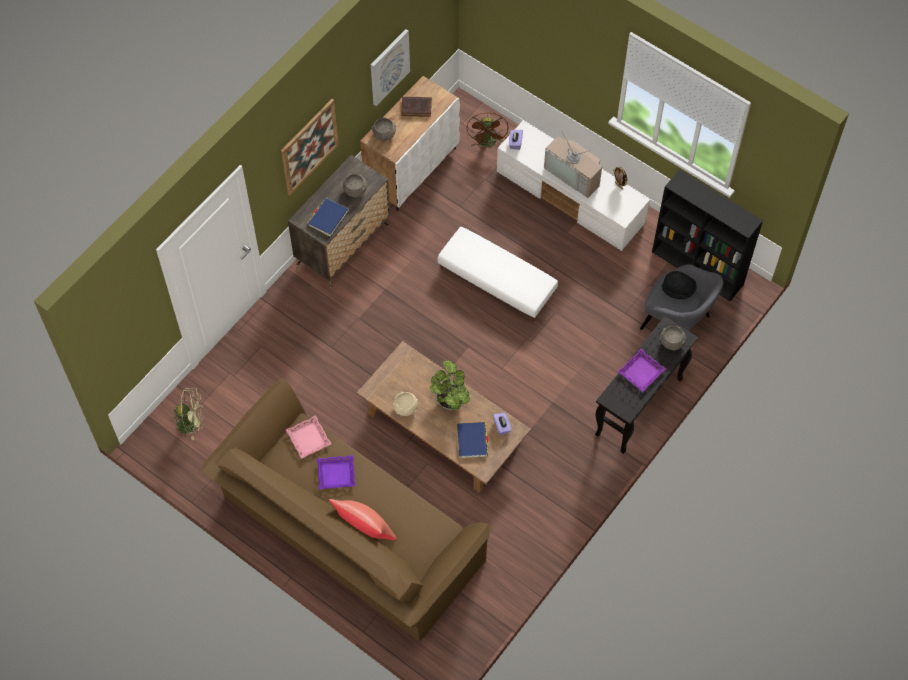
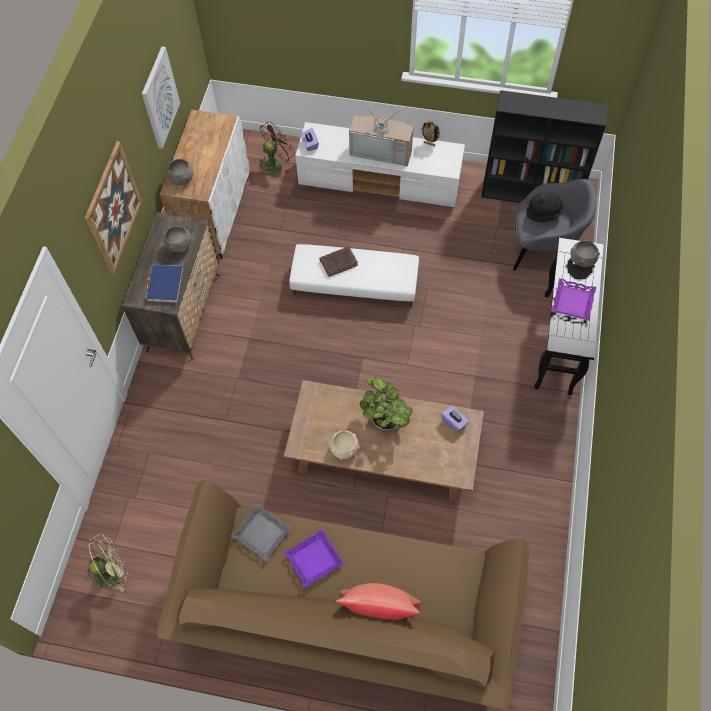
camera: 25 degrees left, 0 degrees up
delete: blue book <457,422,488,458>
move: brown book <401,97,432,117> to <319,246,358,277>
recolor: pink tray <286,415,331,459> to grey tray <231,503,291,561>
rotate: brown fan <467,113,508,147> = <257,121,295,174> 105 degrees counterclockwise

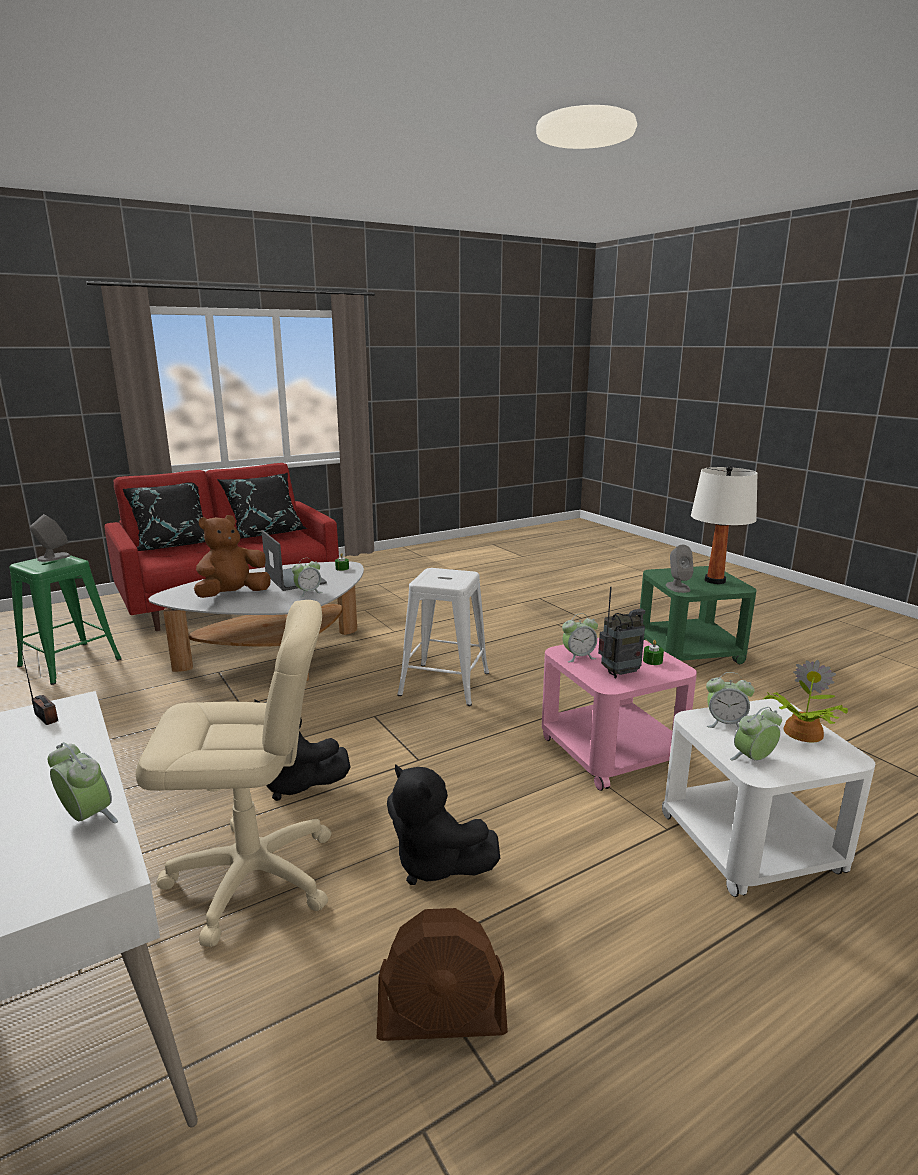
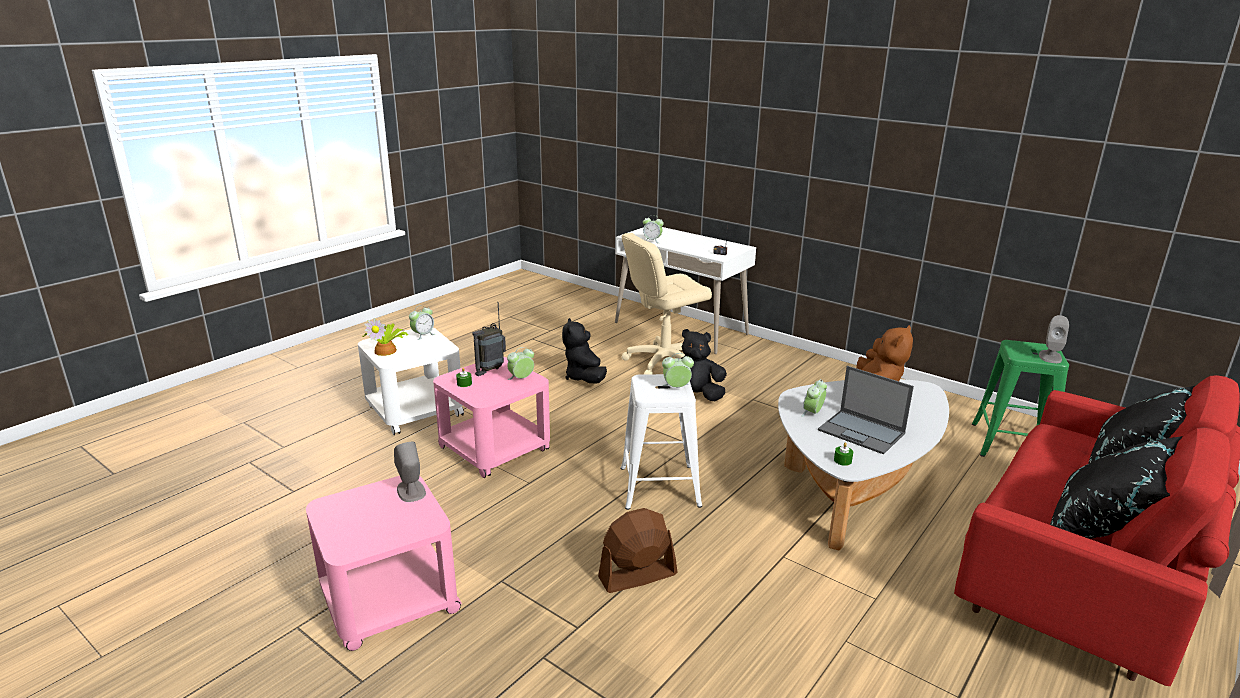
camera: 160 degrees right, 5 degrees up
delete: white table lamp <691,466,758,584>
move: brown fan <377,908,508,1041> to <598,508,678,593>; alarm clock <706,672,755,728> to <662,353,694,388>
recolor: green side table <640,566,757,664> to pink side table <306,476,462,651>
rotate: black plush toy <387,764,500,885> = <562,318,607,383> 120 degrees counterclockwise

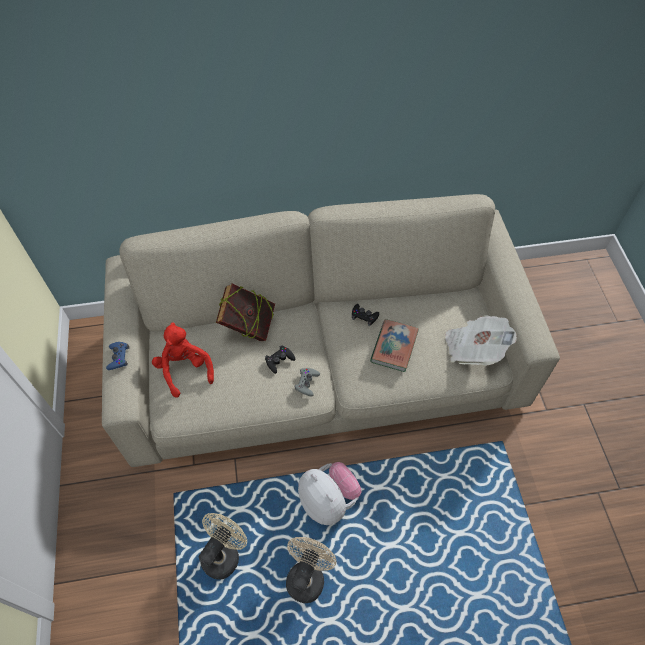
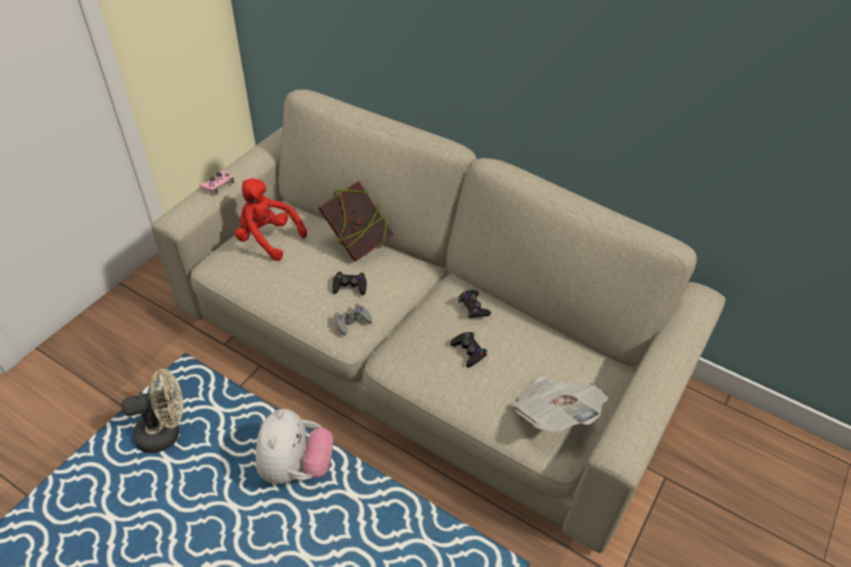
camera: 40 degrees right, 10 degrees down
delete: beige fan <286,537,337,603>
replace: book <370,319,419,372> to black game controller <450,332,488,368>
recolor: blue game controller <106,342,129,370> to pink game controller <199,170,234,194>
rotate: red plush toy <152,322,214,398> = <235,178,307,261> 75 degrees counterclockwise

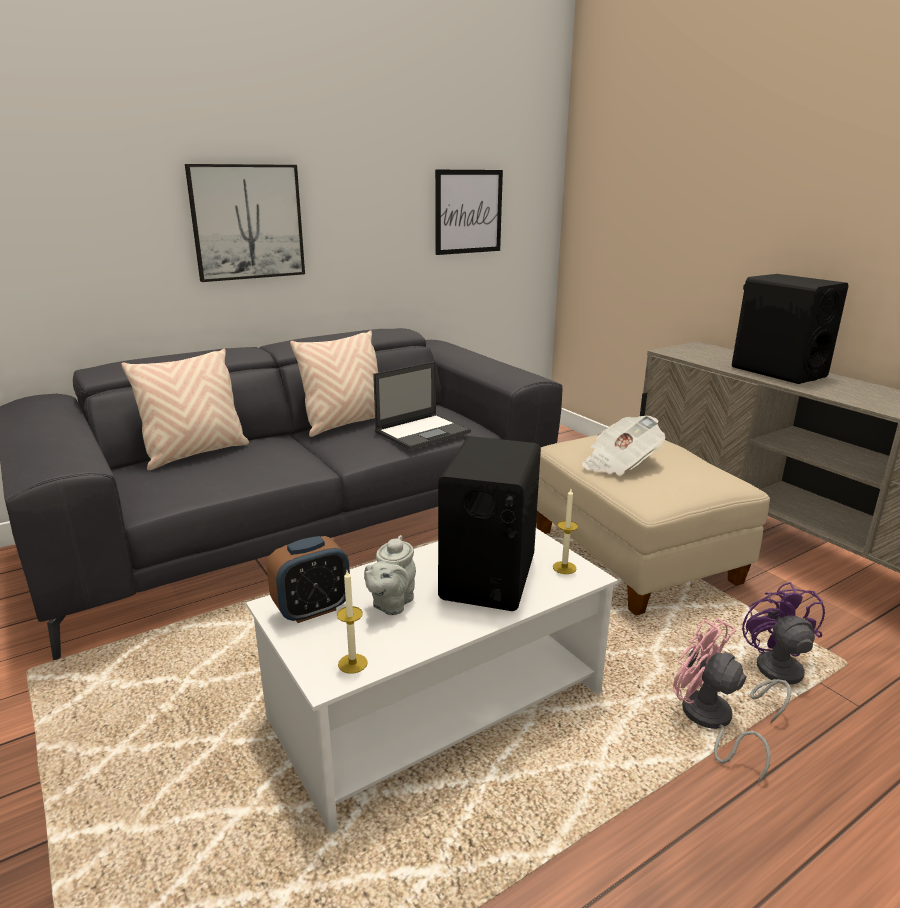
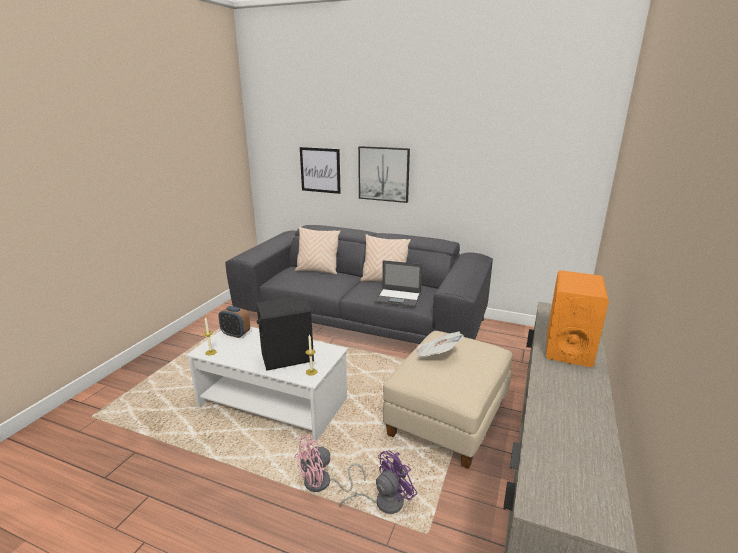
camera: 55 degrees right, 0 degrees up
delete: grey teapot <364,535,416,615>
move: picture <435,170,503,255> to <300,147,341,194>
recolor: black speaker <732,274,848,384> to orange speaker <546,270,609,367>
rotate: pink fan <673,618,771,783> = <294,435,366,492> 135 degrees counterclockwise

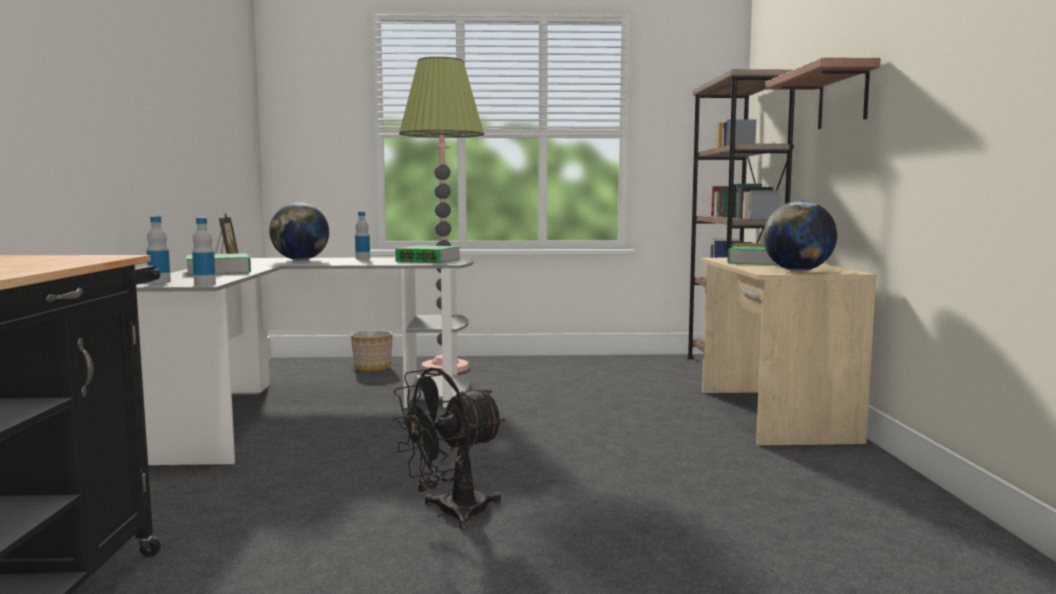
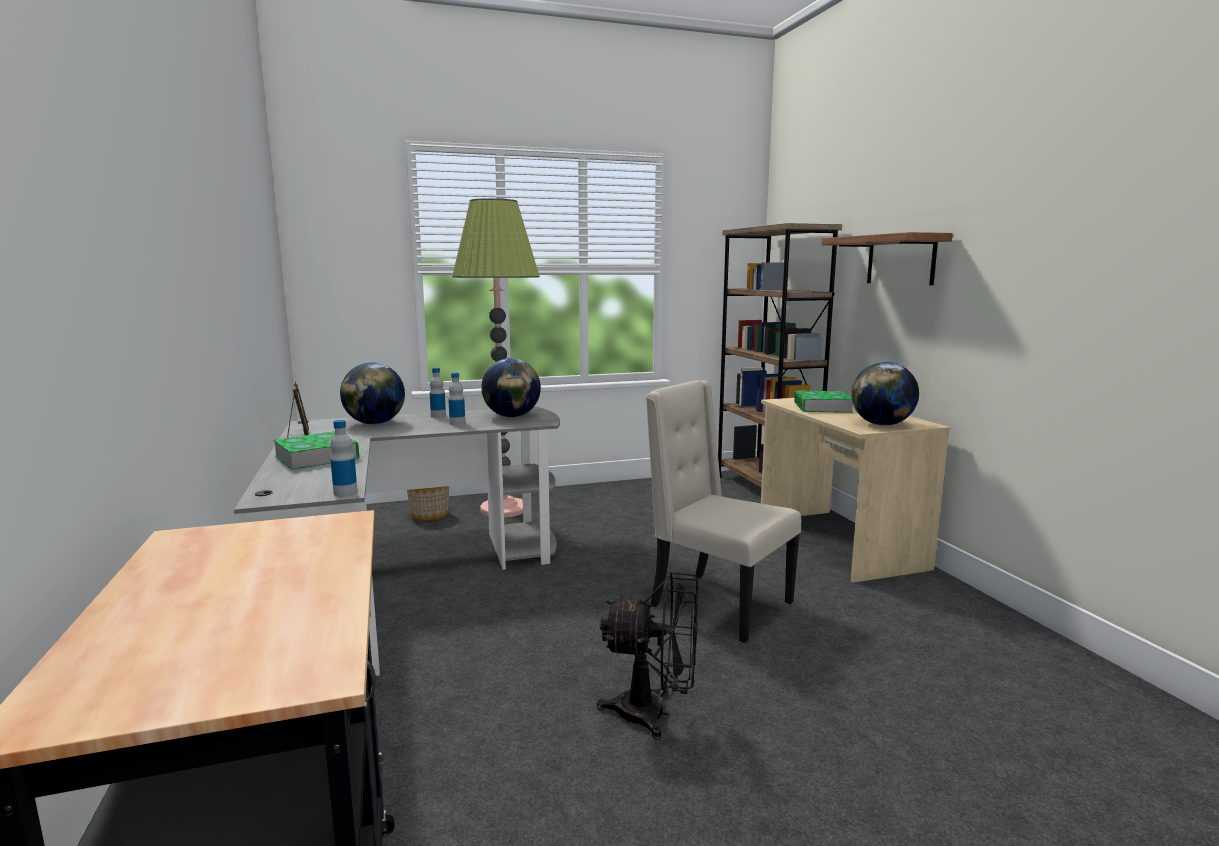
camera: 15 degrees left, 5 degrees up
insert: beige chair <646,380,801,643>
move: bottle <147,216,171,284> to <448,372,465,425>
replace: book <395,245,460,263> to globe <481,358,541,417>
rotate: black fan <391,367,505,530> = <597,571,699,740> 120 degrees counterclockwise

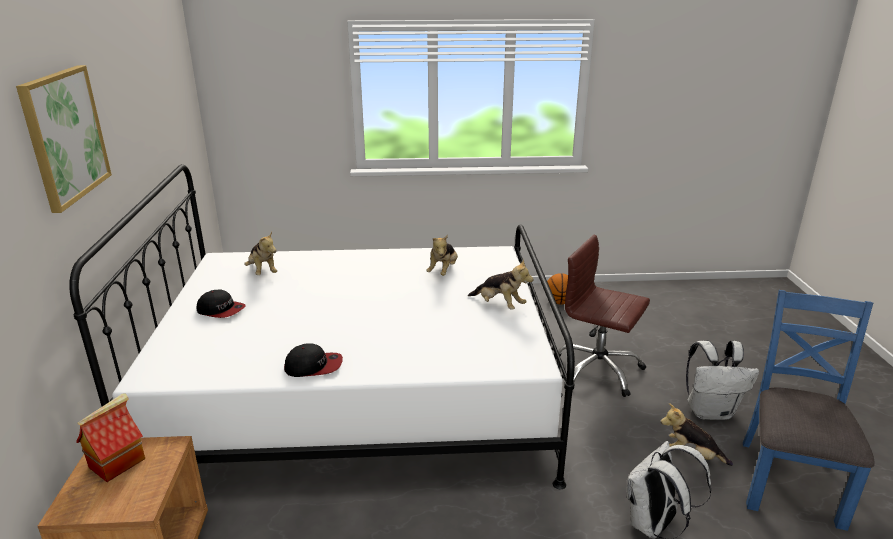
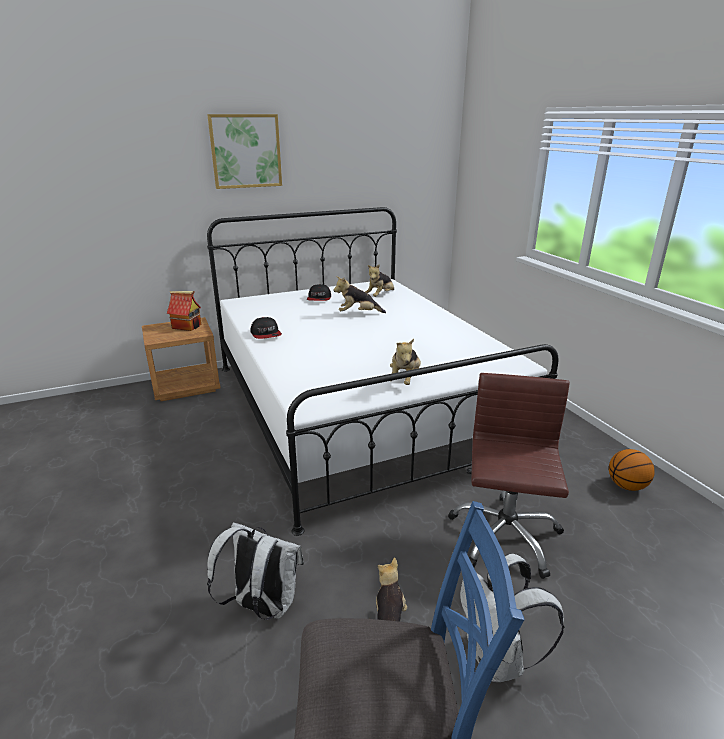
camera: 70 degrees right, 0 degrees up
move: plush toy <426,235,458,276> to <334,276,386,313>

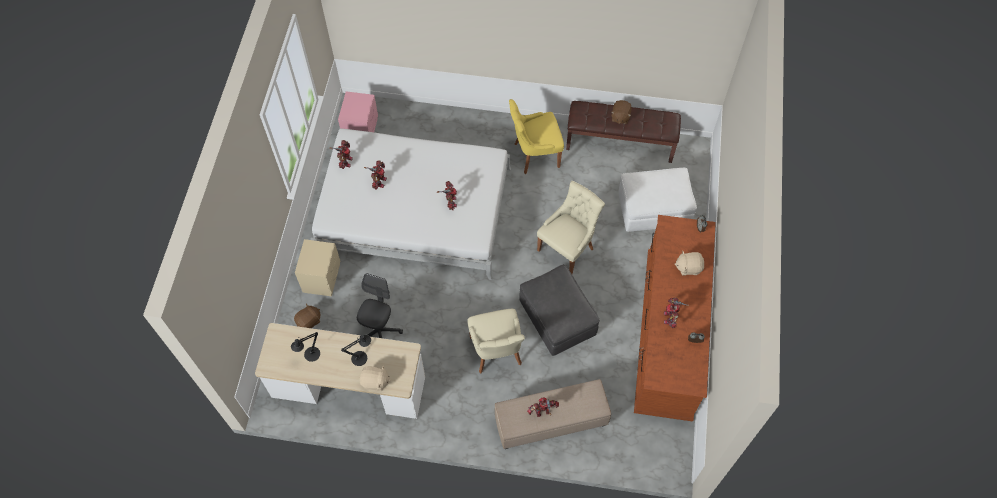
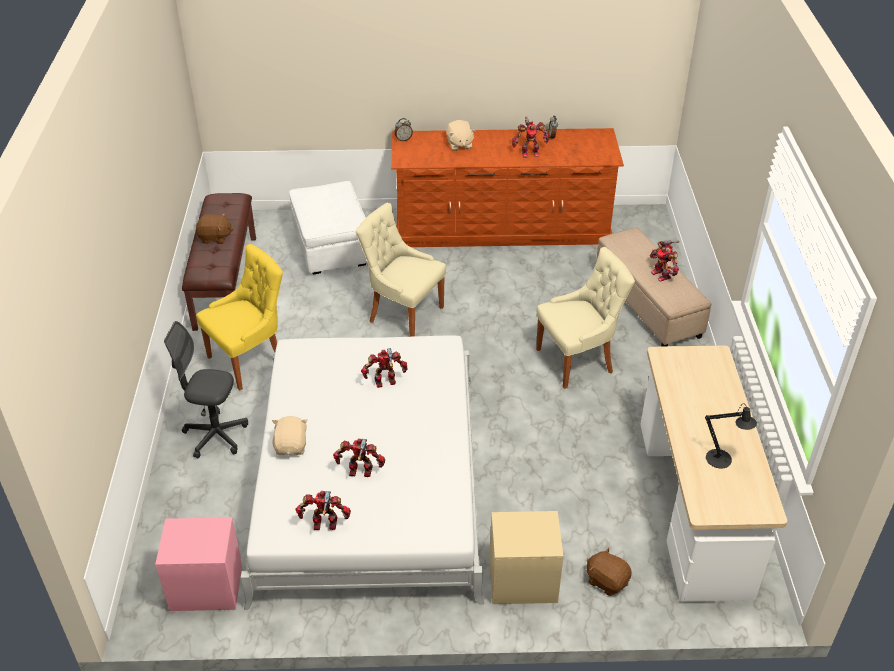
camera: 100 degrees left, 20 degrees down
delete: black table lamp <341,335,371,366>; grey ottoman <519,264,600,356>
move: grey office chair <357,273,403,338> to <164,321,248,459>; beige plush toy <360,366,391,391> to <272,416,308,455>
rotate: yellow chair <509,99,564,174> = <196,244,283,391> 105 degrees counterclockwise

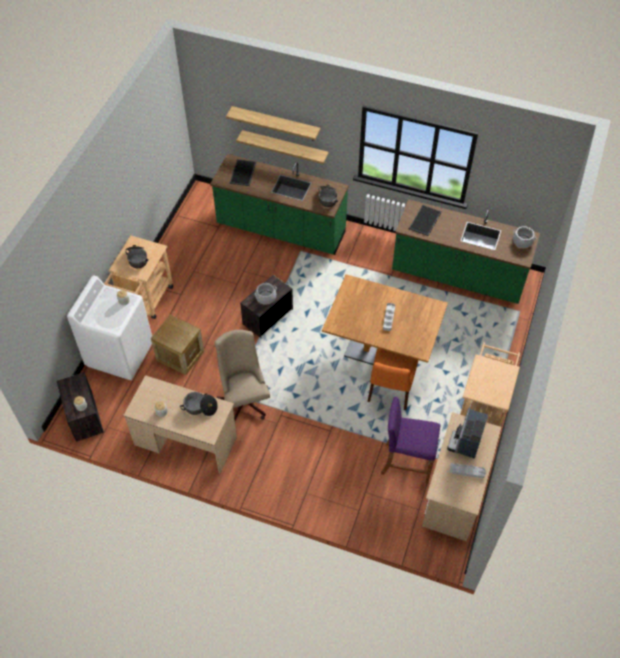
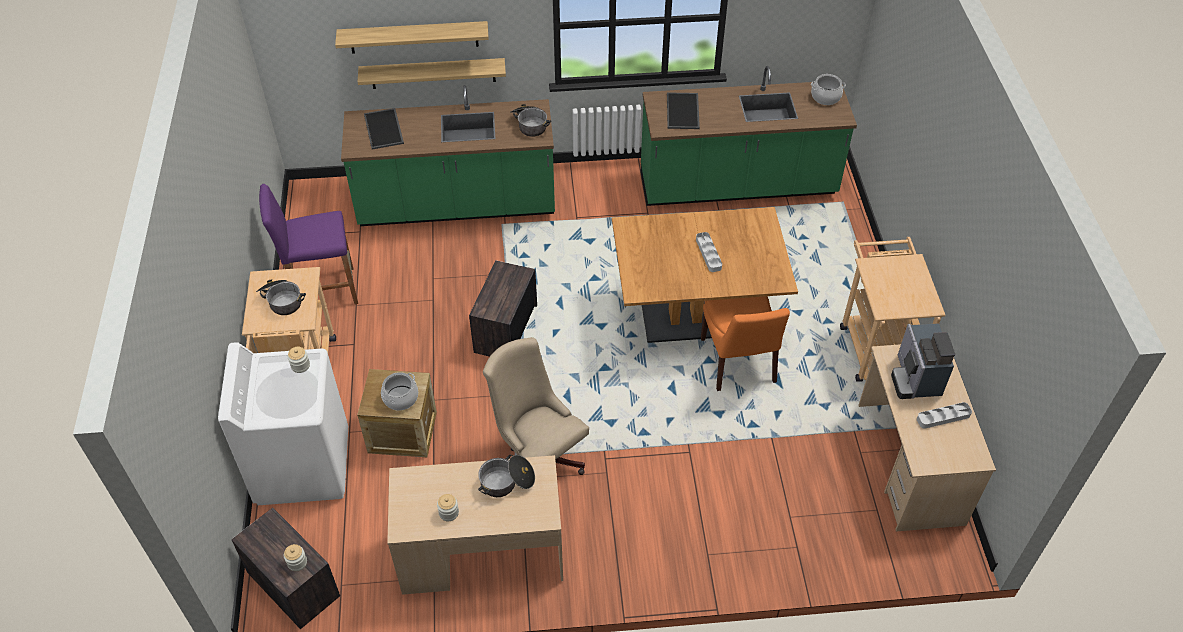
camera: 25 degrees left, 5 degrees down
move: cooking pot <254,283,277,305> to <381,372,418,411>; purple stool <381,397,440,484> to <259,184,358,304>

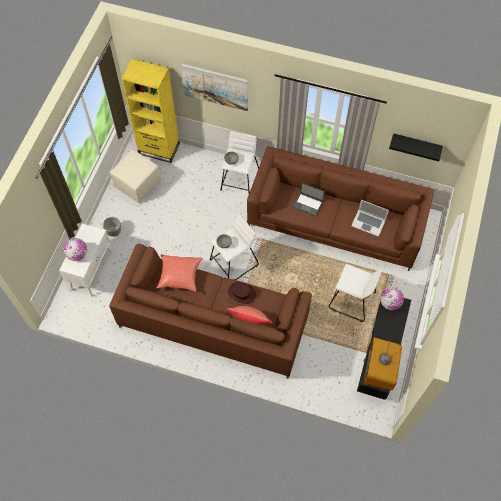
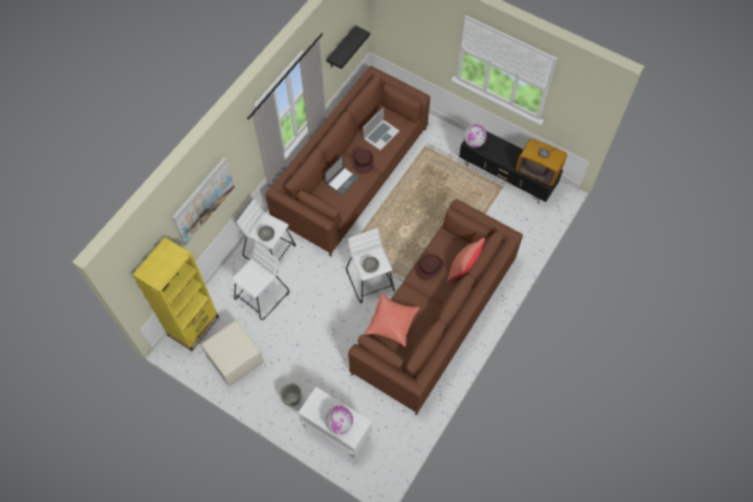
camera: 75 degrees left, 0 degrees up
insert: brown hat <352,149,374,174>
move: white stool <329,264,382,322> to <231,243,289,320>

